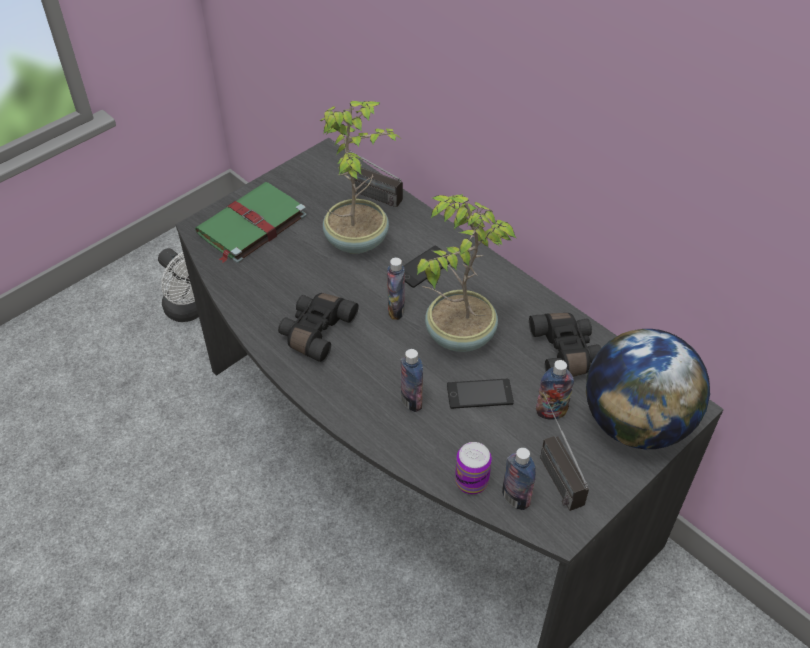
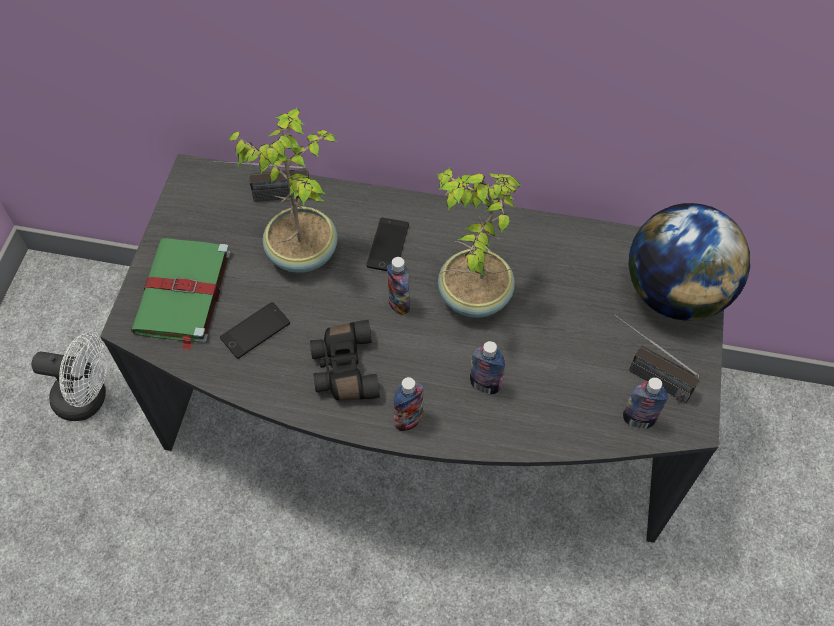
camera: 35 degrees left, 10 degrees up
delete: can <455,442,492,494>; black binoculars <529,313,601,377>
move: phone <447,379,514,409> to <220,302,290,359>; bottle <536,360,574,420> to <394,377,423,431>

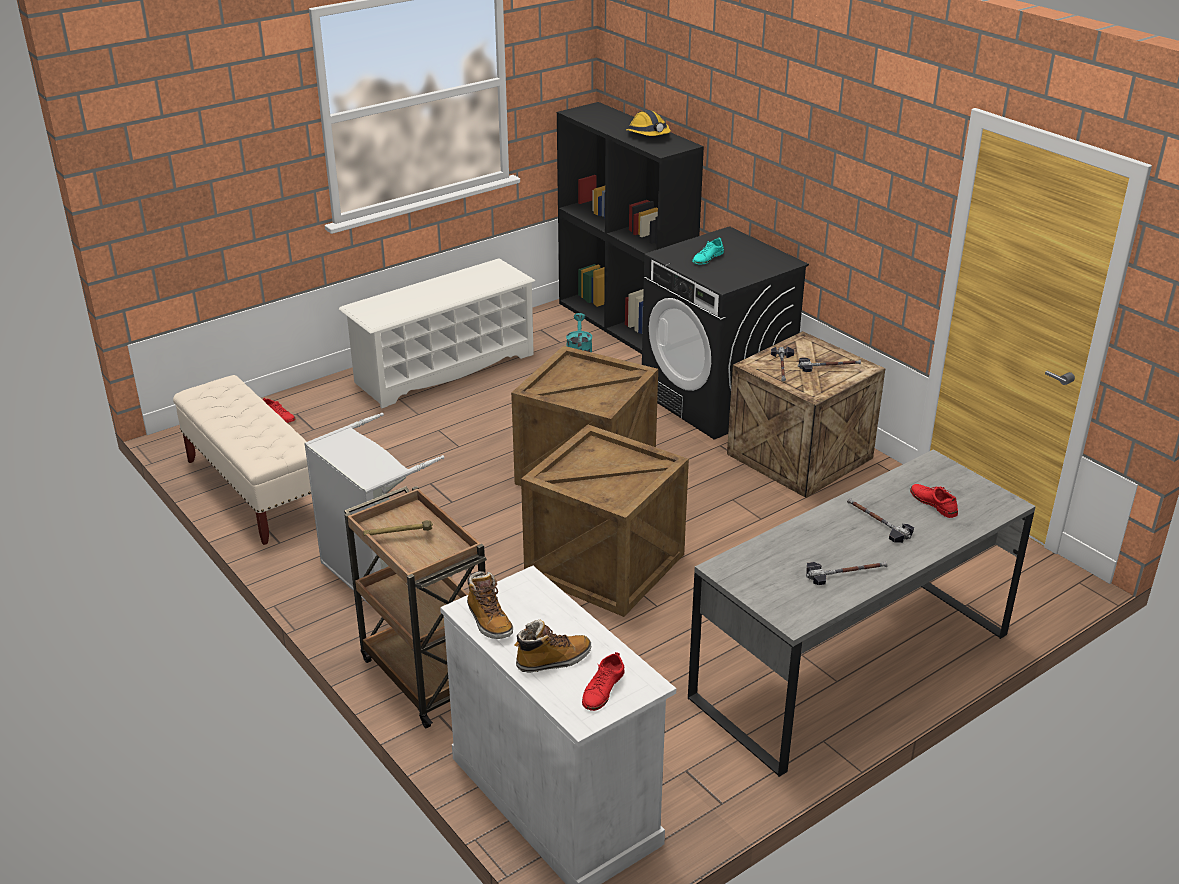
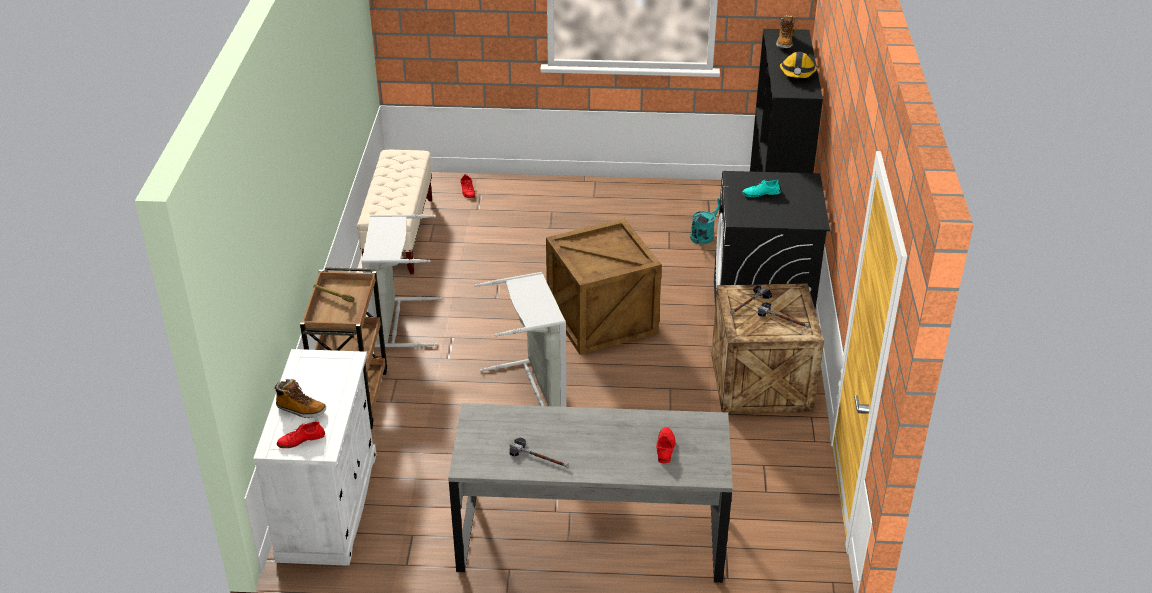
camera: 40 degrees right, 5 degrees up
delete: white shoe rack <339,258,535,408>; hammer <847,498,914,543>
move: boot <467,571,513,639> to <776,15,795,49>
replace: crate <521,424,689,617> to grey laundry basket <475,272,566,407>

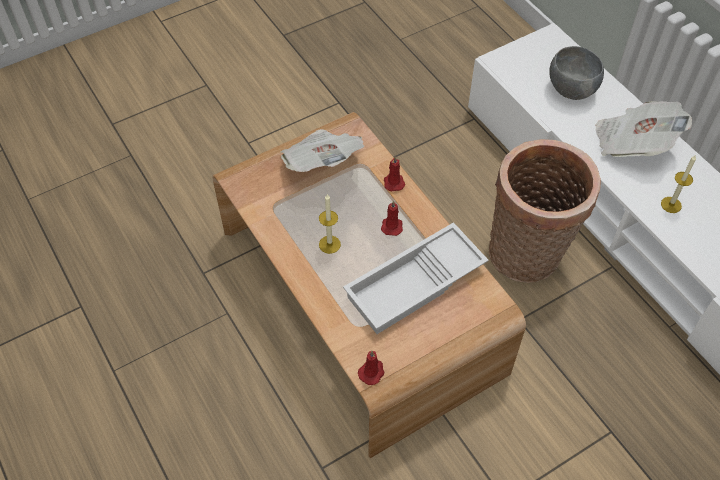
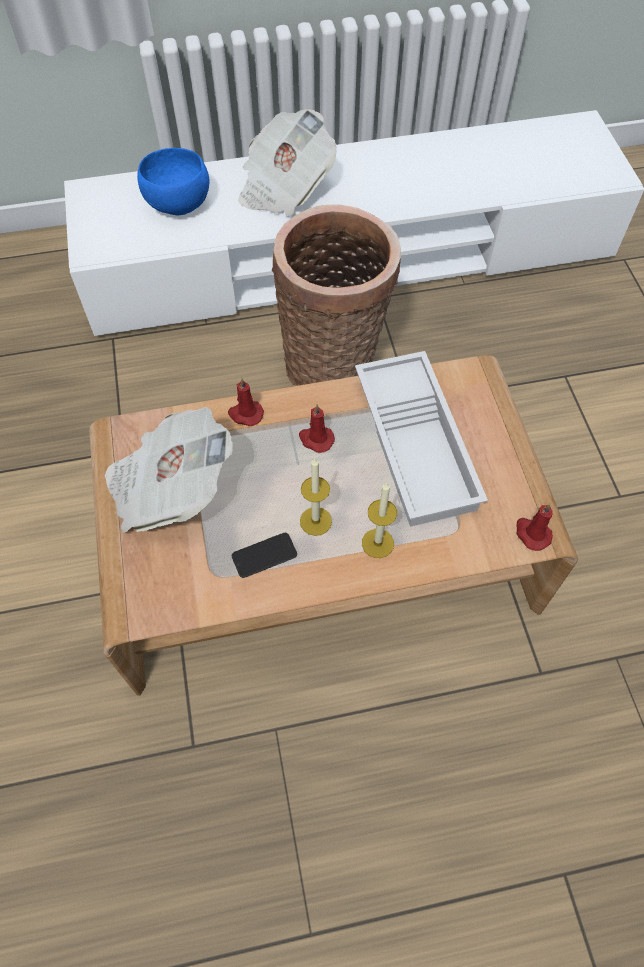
camera: 70 degrees left, 5 degrees up
insert: phone <232,533,297,578>
move: candle <661,155,696,213> to <362,483,397,558>
recolor: grey bowl <549,46,604,100> to blue bowl <137,148,210,215>

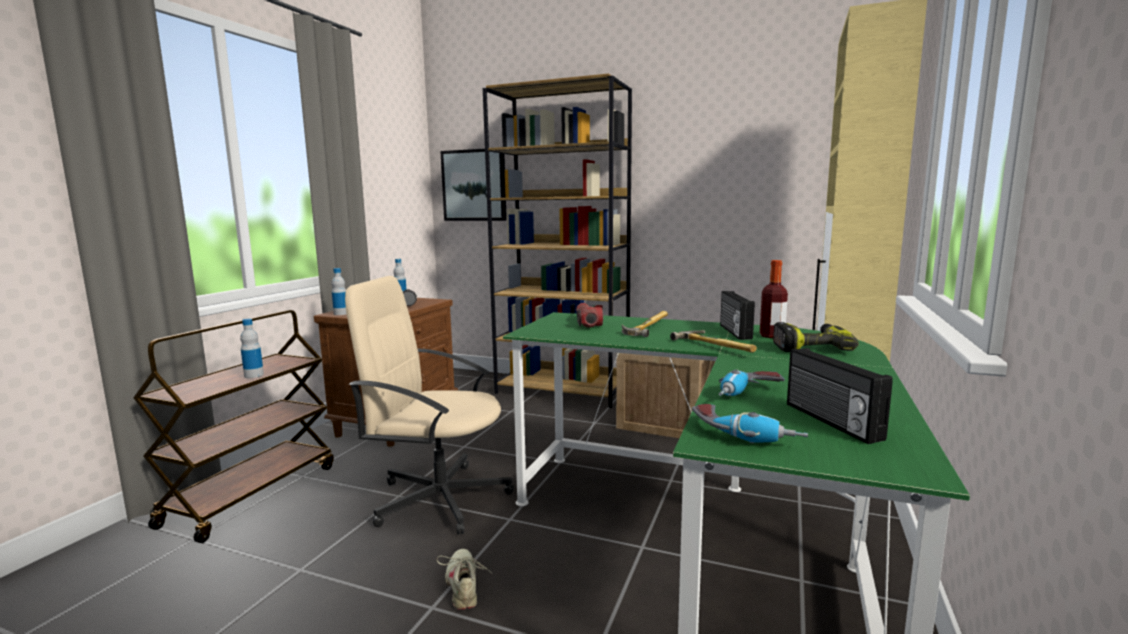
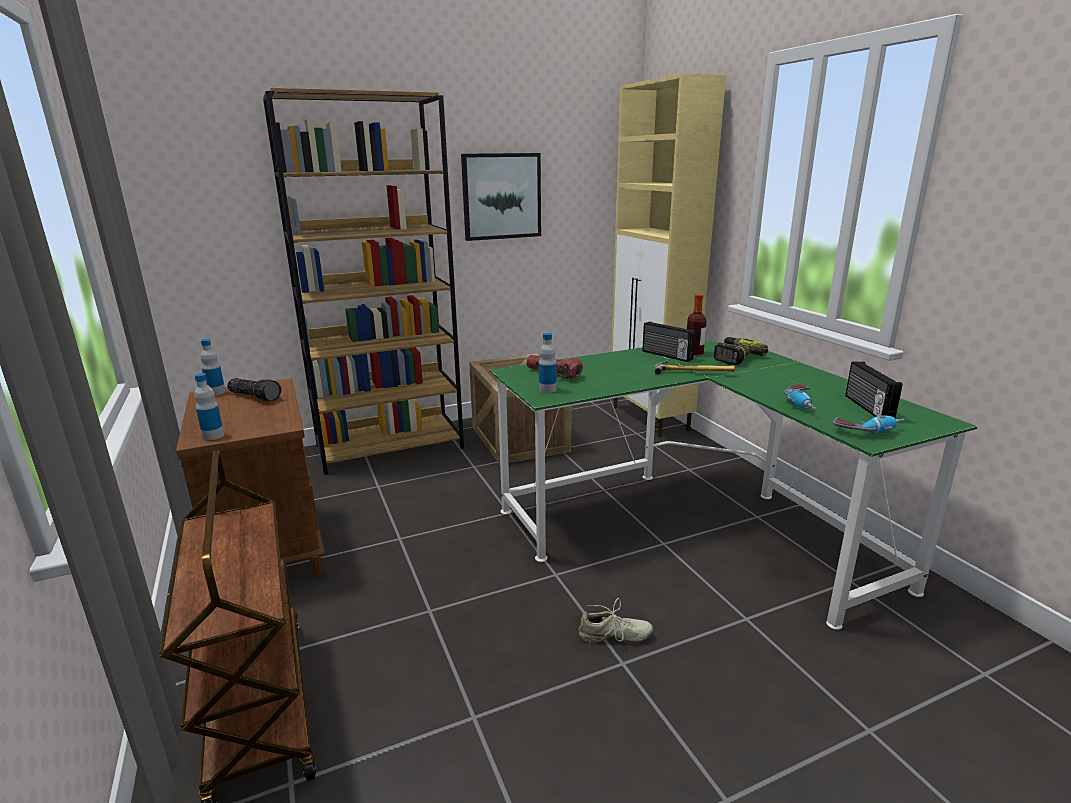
camera: 45 degrees left, 10 degrees up
delete: beige office chair <345,276,514,534>; hammer <622,311,668,337>
move: bottle <240,319,264,378> to <539,333,557,393>; picture <440,149,507,221> to <461,153,541,241>
rotate: beige shoe <437,549,493,610> = <578,598,653,643> 150 degrees clockwise; radio <787,348,893,444> = <845,362,903,418> 60 degrees clockwise

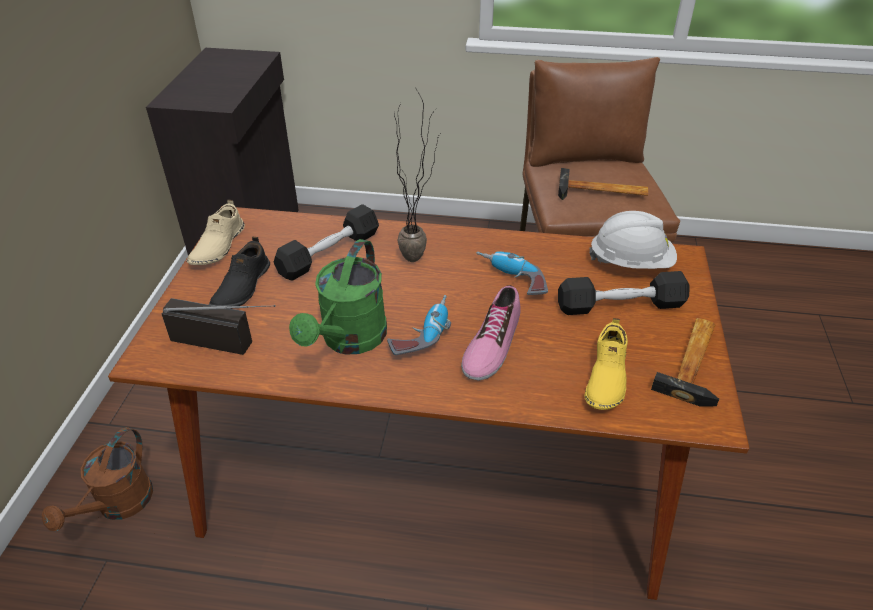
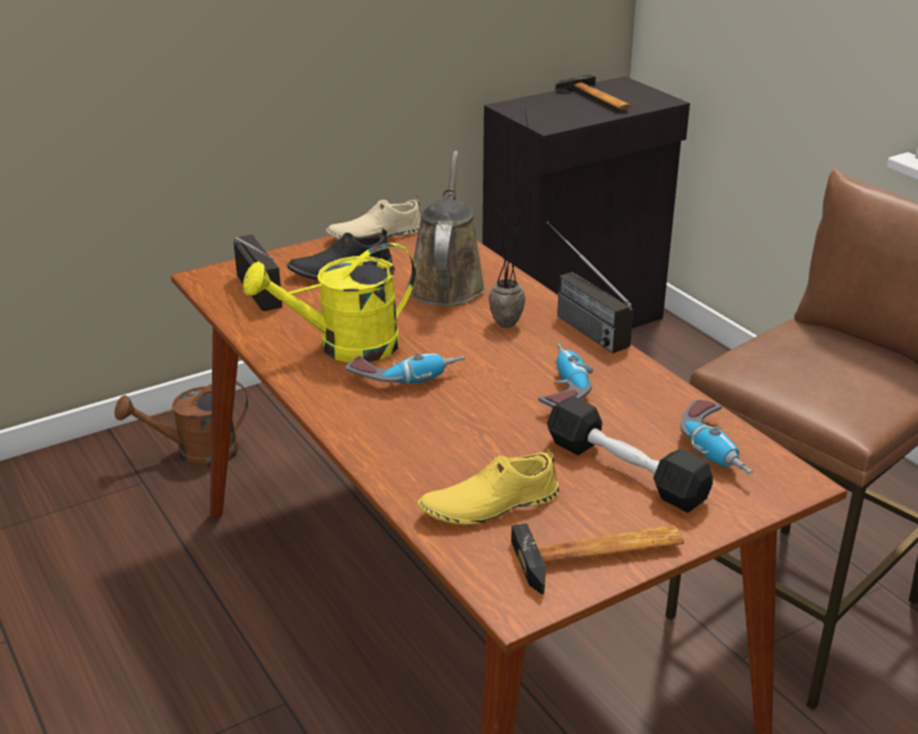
camera: 50 degrees right, 10 degrees down
delete: shoe <461,285,521,381>
insert: radio <547,222,633,353>
move: hammer <558,168,648,200> to <555,74,632,109>
replace: black dumbbell <274,204,379,281> to brown watering can <406,151,486,306>; white hard hat <589,211,677,269> to power drill <680,399,753,475>
recolor: green watering can <289,239,387,355> to yellow watering can <243,243,416,363>

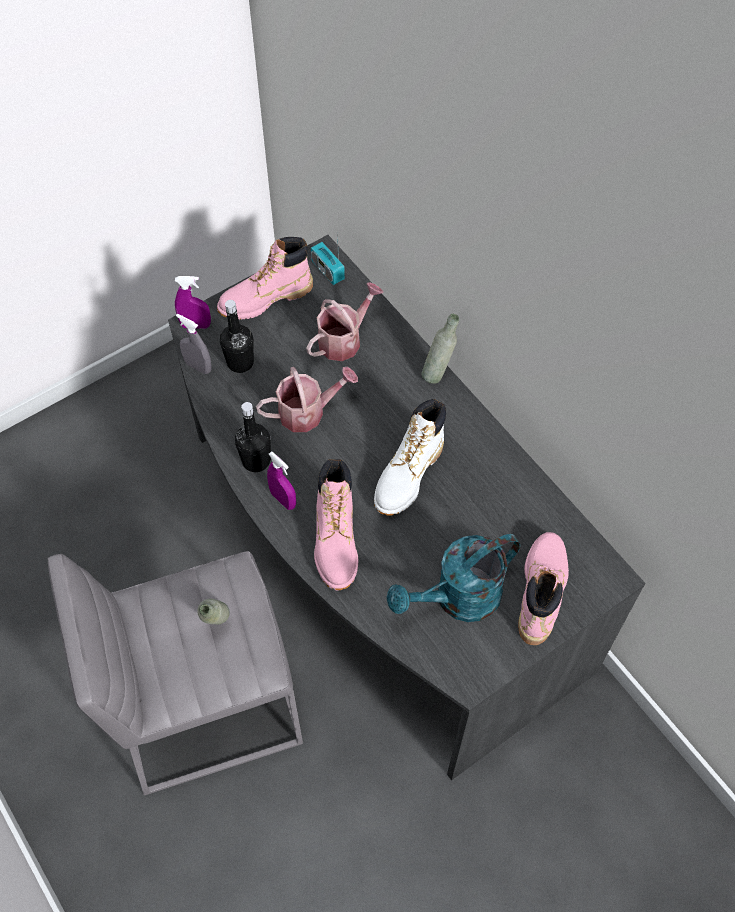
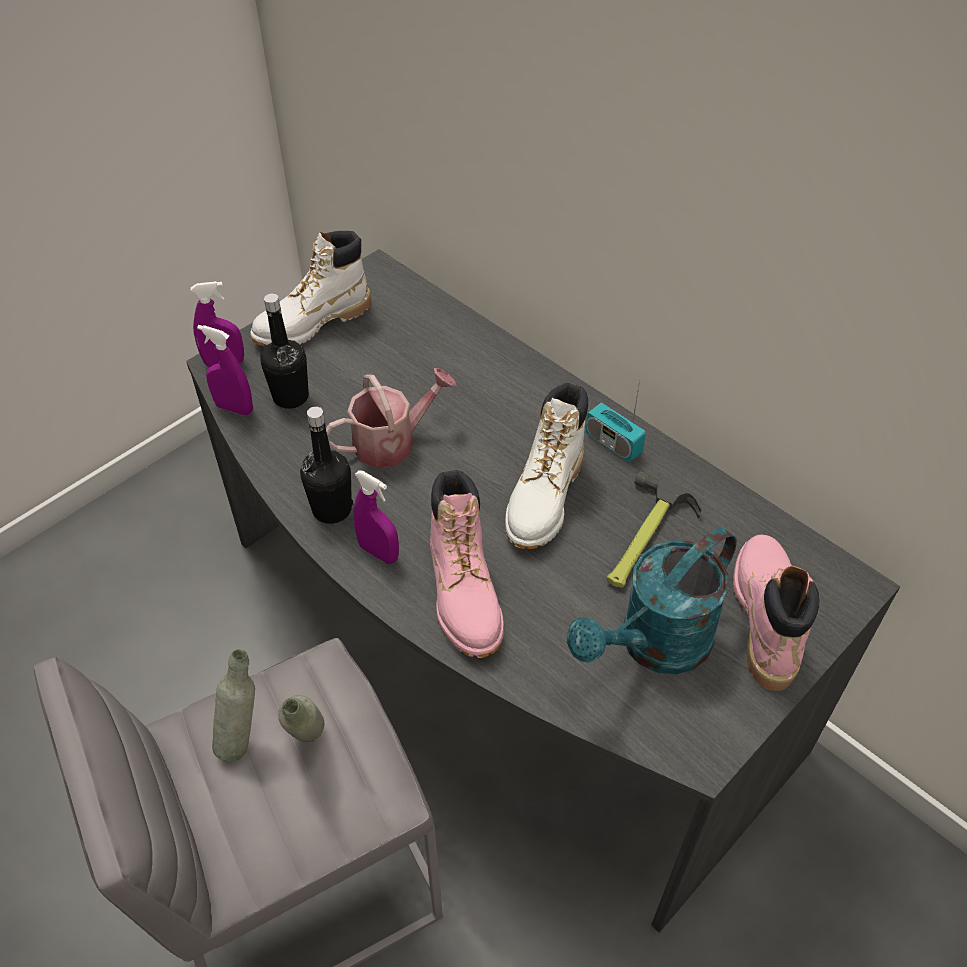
camera: 10 degrees left, 10 degrees down
delete: watering can <306,282,384,361>
insert: hammer <606,471,702,588>
move: radio <311,234,345,285> to <585,380,646,462>; grey bottle <422,314,459,384> to <212,649,255,762>
recolor: grey spray bottle <176,314,211,374> to purple spray bottle <197,325,253,416>; pink boot <217,237,313,319> to white boot <250,231,371,346>

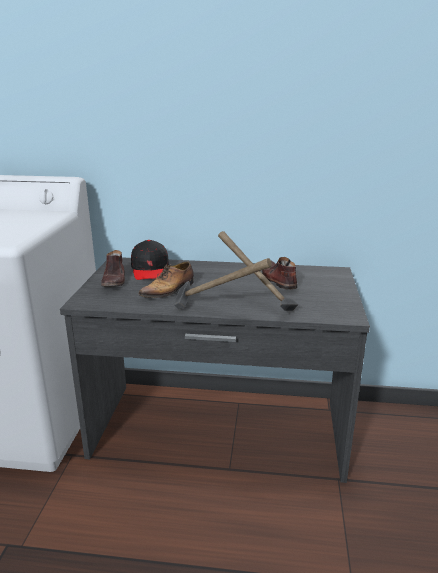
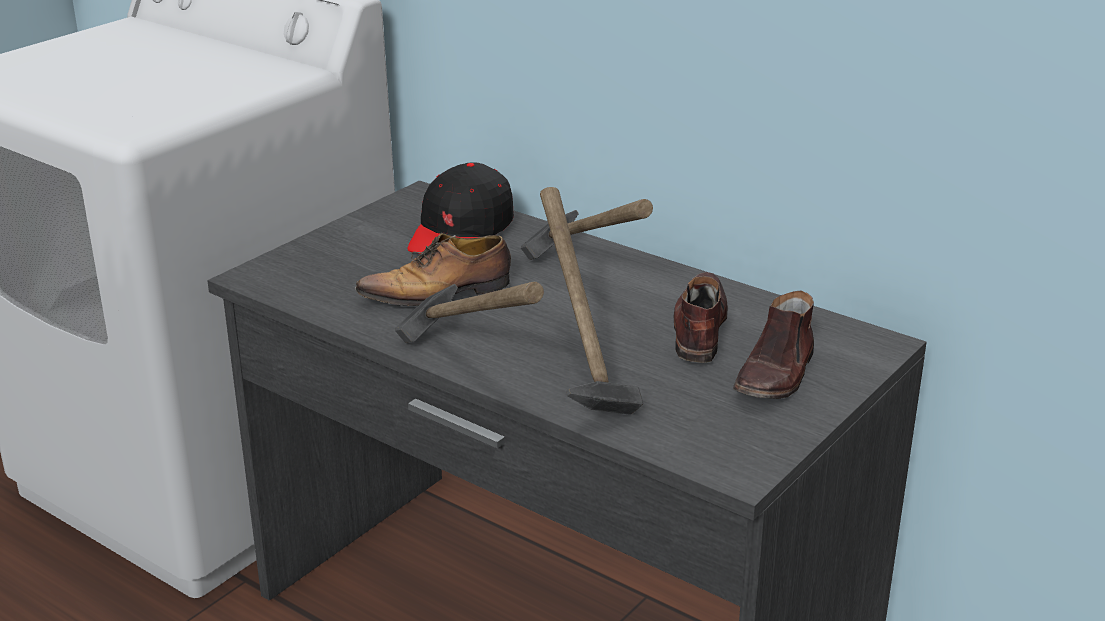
camera: 30 degrees right, 5 degrees up
insert: hammer <521,199,653,260>
move: brown shoe <101,250,125,287> to <733,291,814,399>

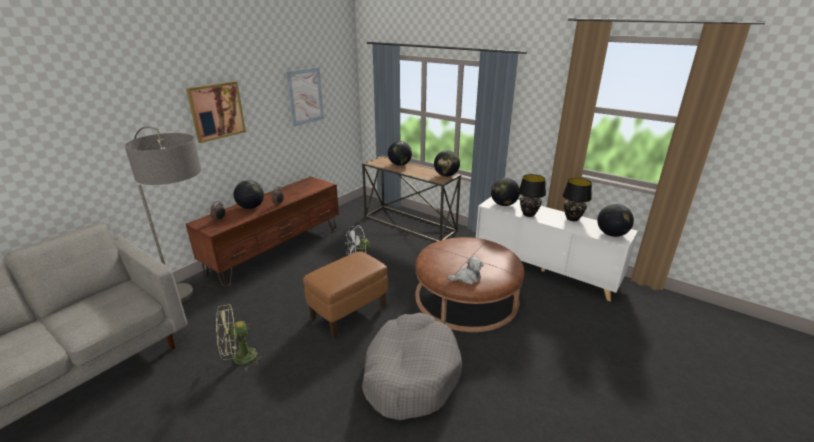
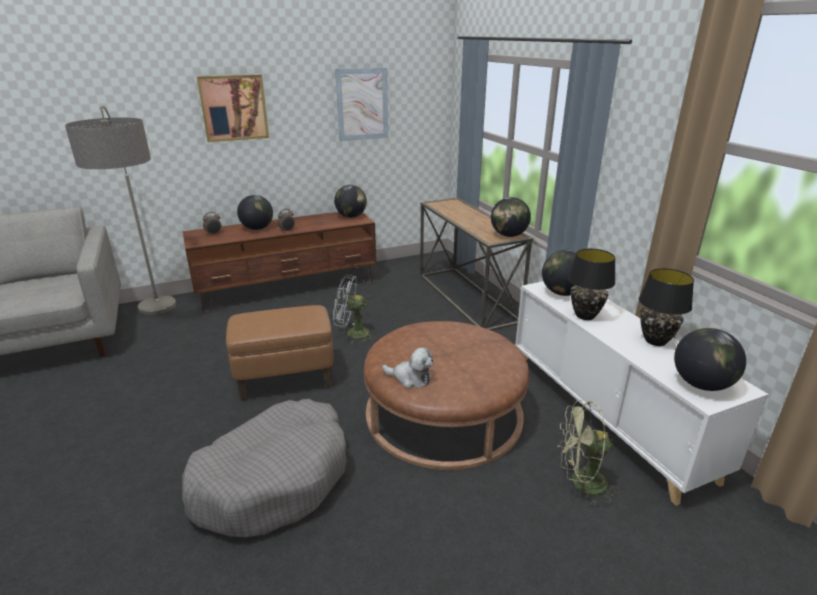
camera: 30 degrees right, 0 degrees up
move: green fan <216,304,265,371> to <558,400,620,505>; globe <388,141,412,166> to <334,185,367,218>

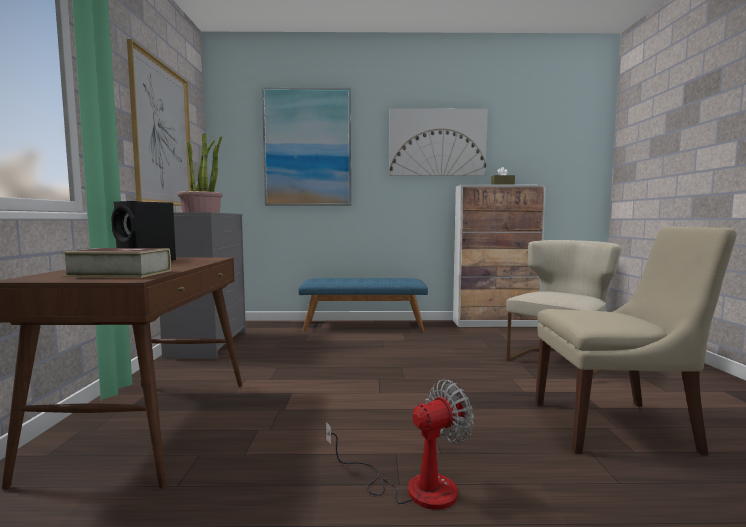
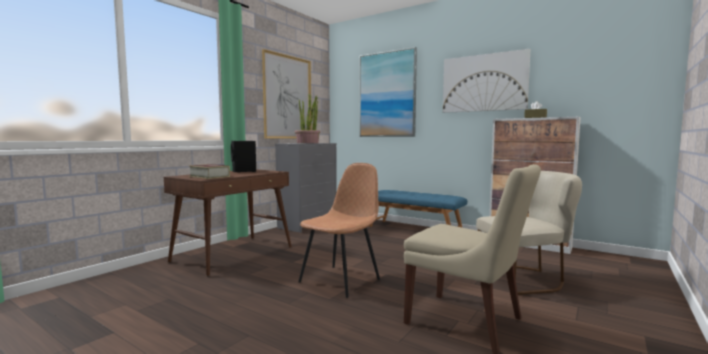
camera: 35 degrees right, 0 degrees up
delete: fan <326,379,474,510>
insert: brown chair <298,163,380,298>

